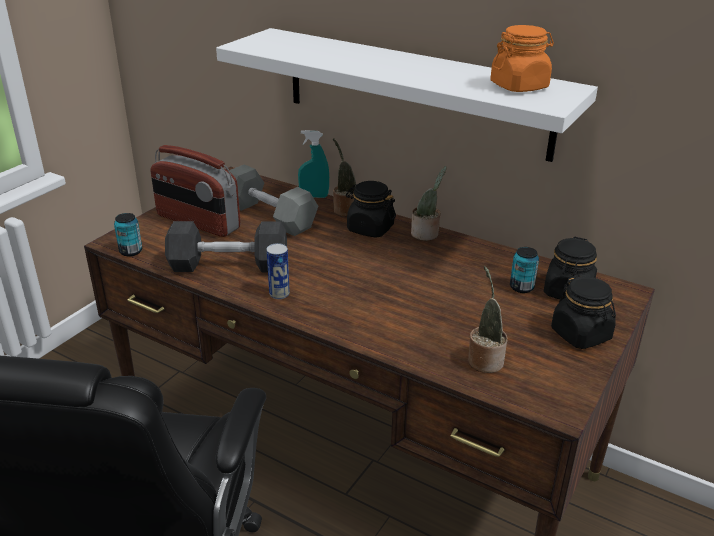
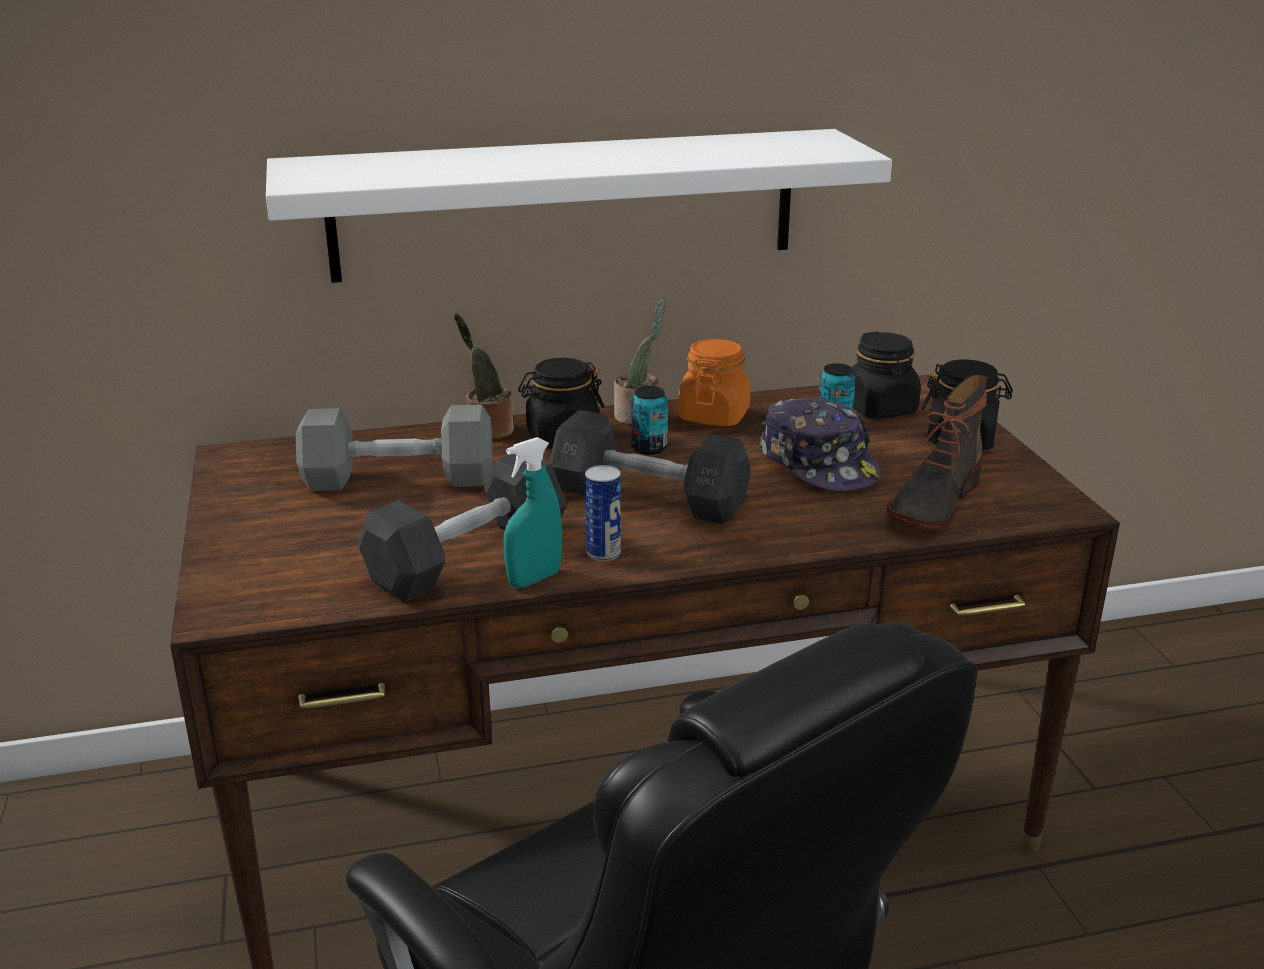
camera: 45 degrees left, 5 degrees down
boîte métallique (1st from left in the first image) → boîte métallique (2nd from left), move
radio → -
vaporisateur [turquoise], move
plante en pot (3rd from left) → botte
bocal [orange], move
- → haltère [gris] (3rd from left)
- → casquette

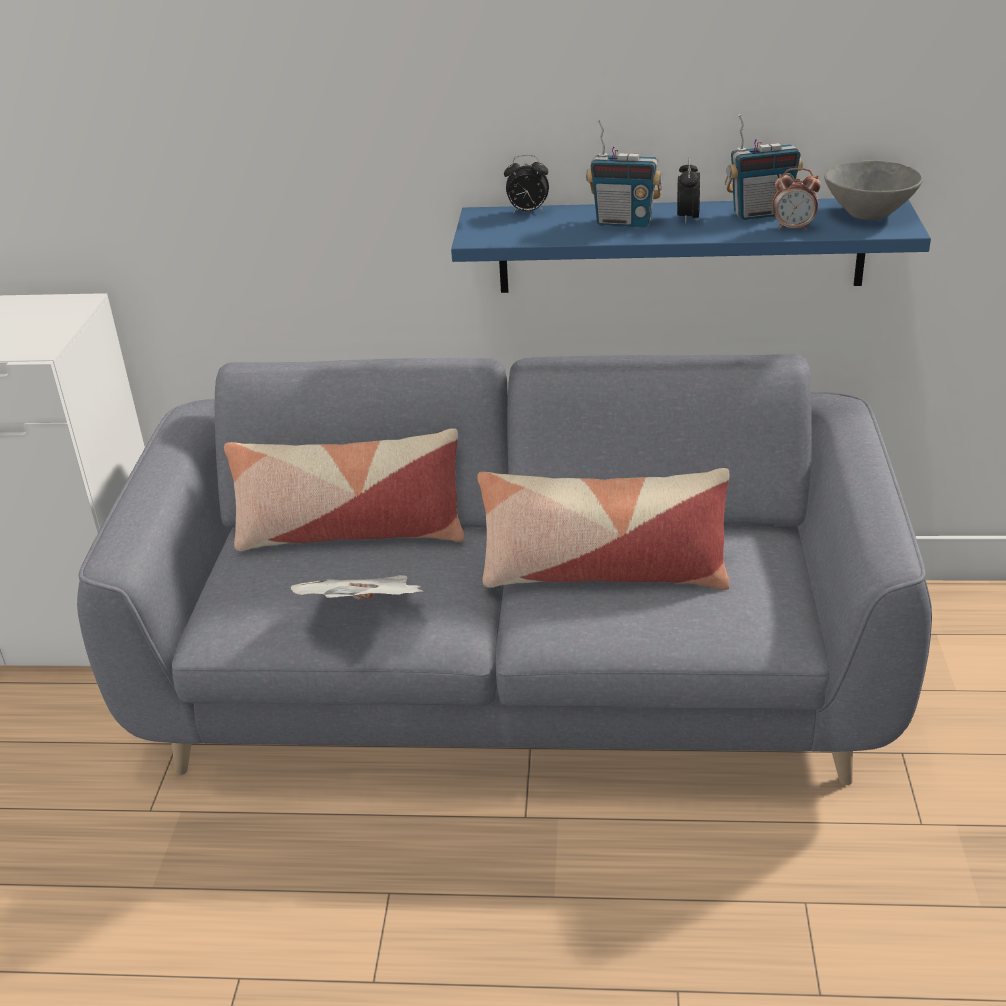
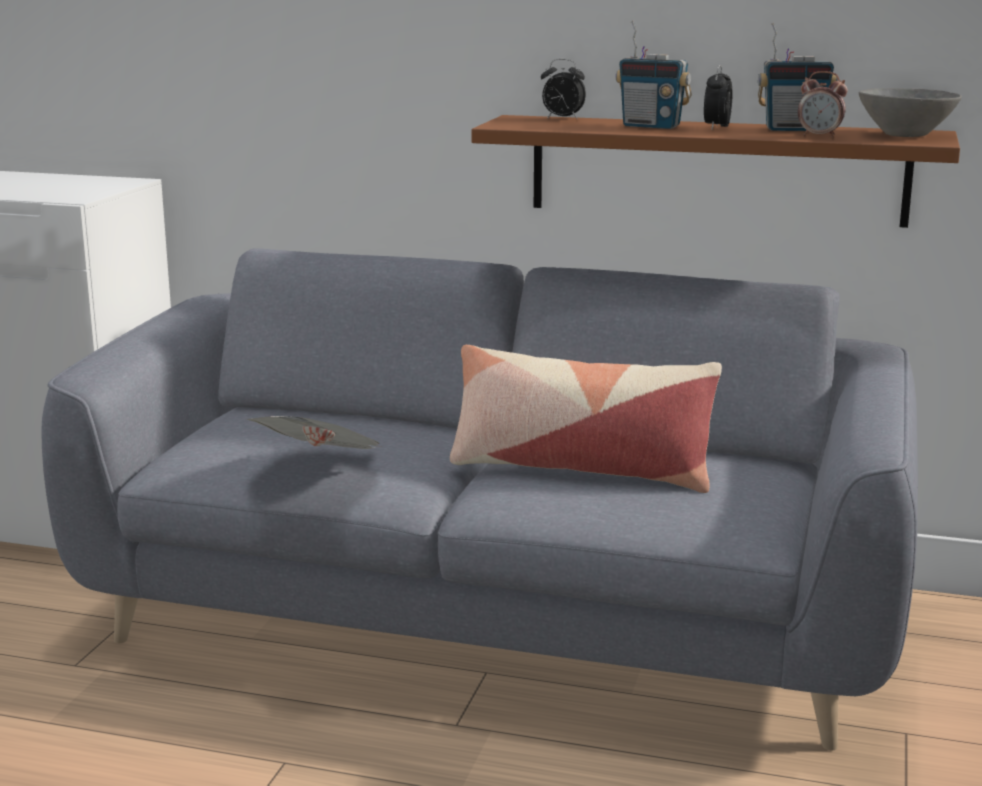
camera: 10 degrees right, 15 degrees down
coussin (1st from left) → -
étagère [bleu] → étagère [marron]

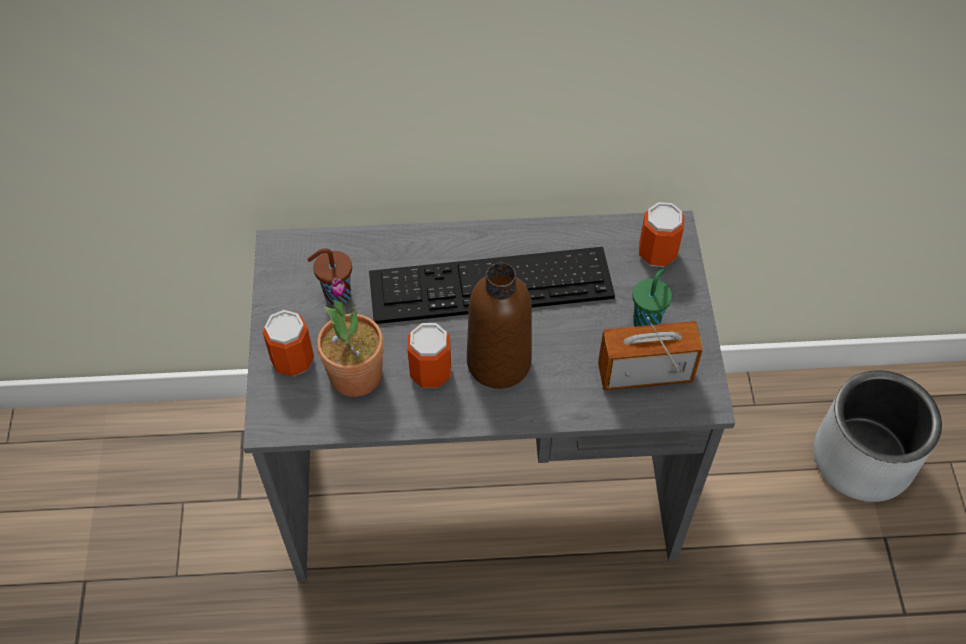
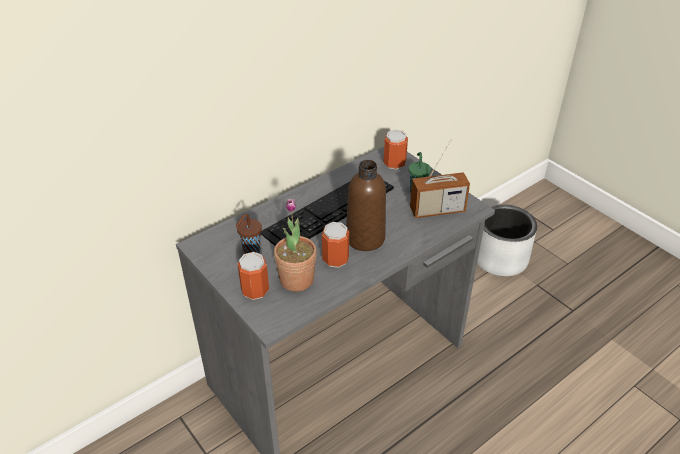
camera: 35 degrees left, 15 degrees down
radio, 150 degrees counterclockwise

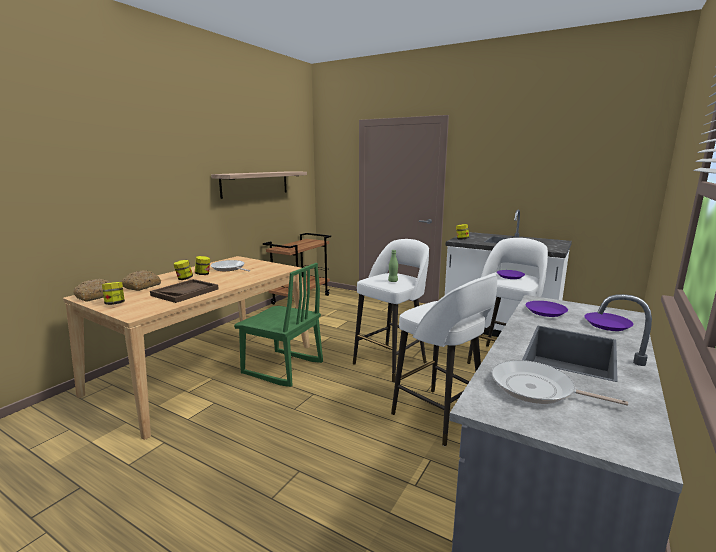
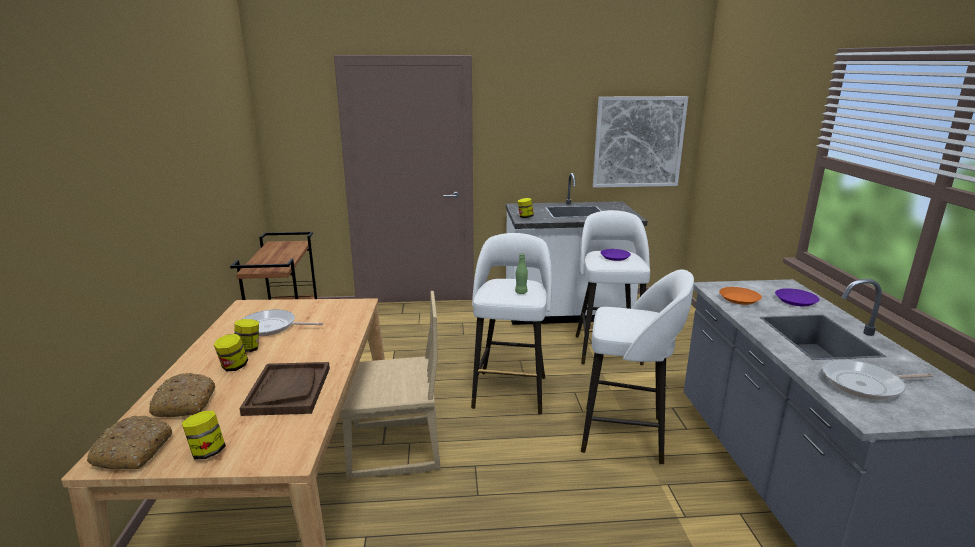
camera: 35 degrees left, 5 degrees up
étagère → -
chaise [vert] → chaise [beige]
assiette [violet] (2nd from left) → assiette [orange]
- → tableau

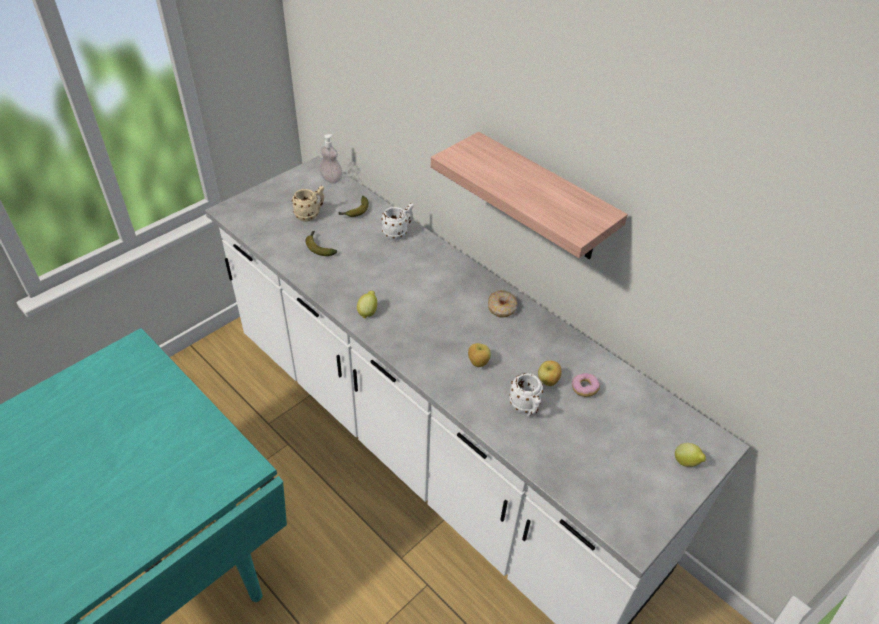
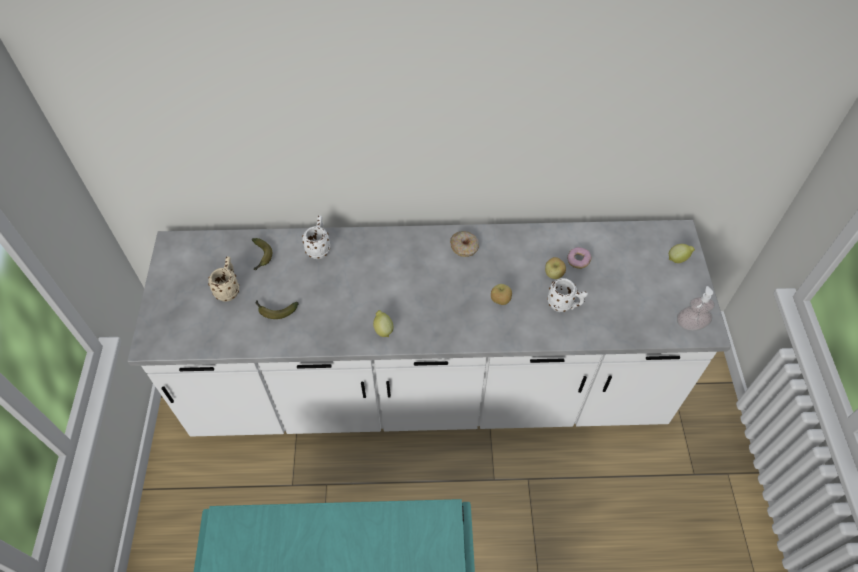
camera: 45 degrees left, 10 degrees up
distributeur de savon, move
étagère → -

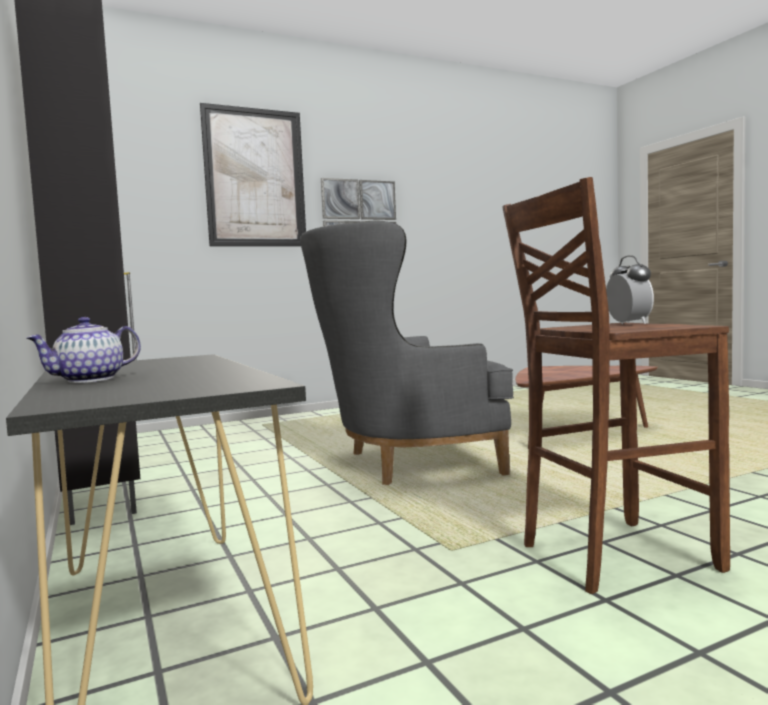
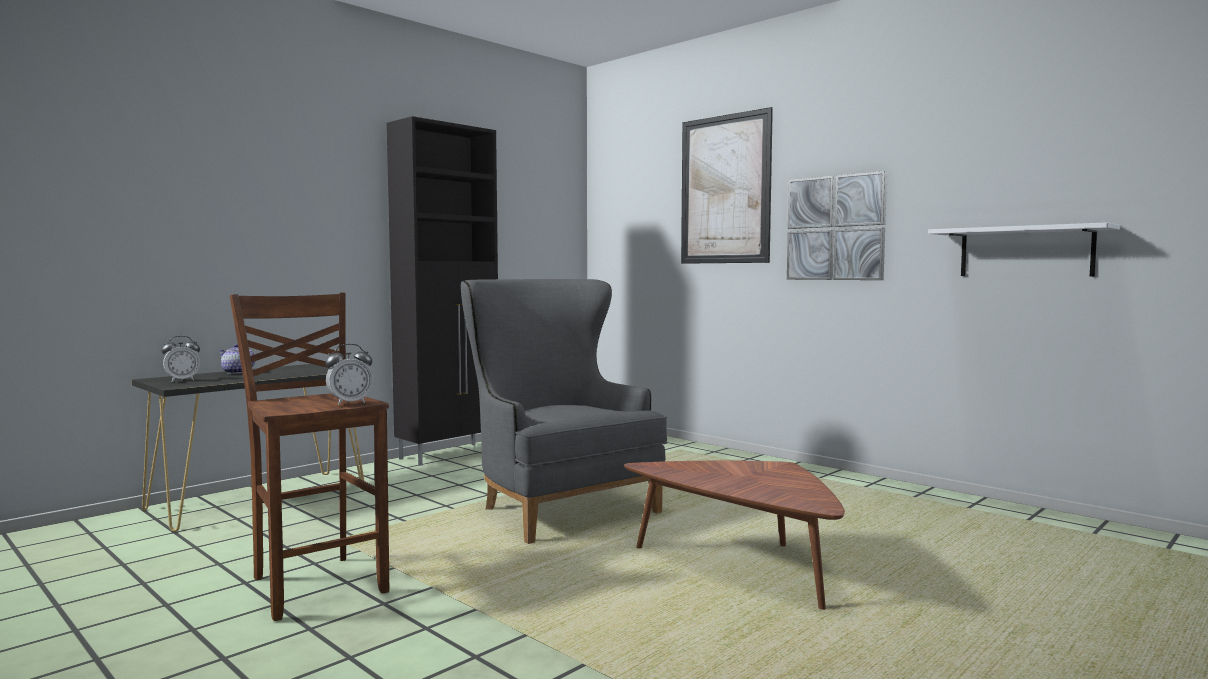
camera: 70 degrees right, 0 degrees up
- → réveil (1st from left)
- → étagère [blanc]

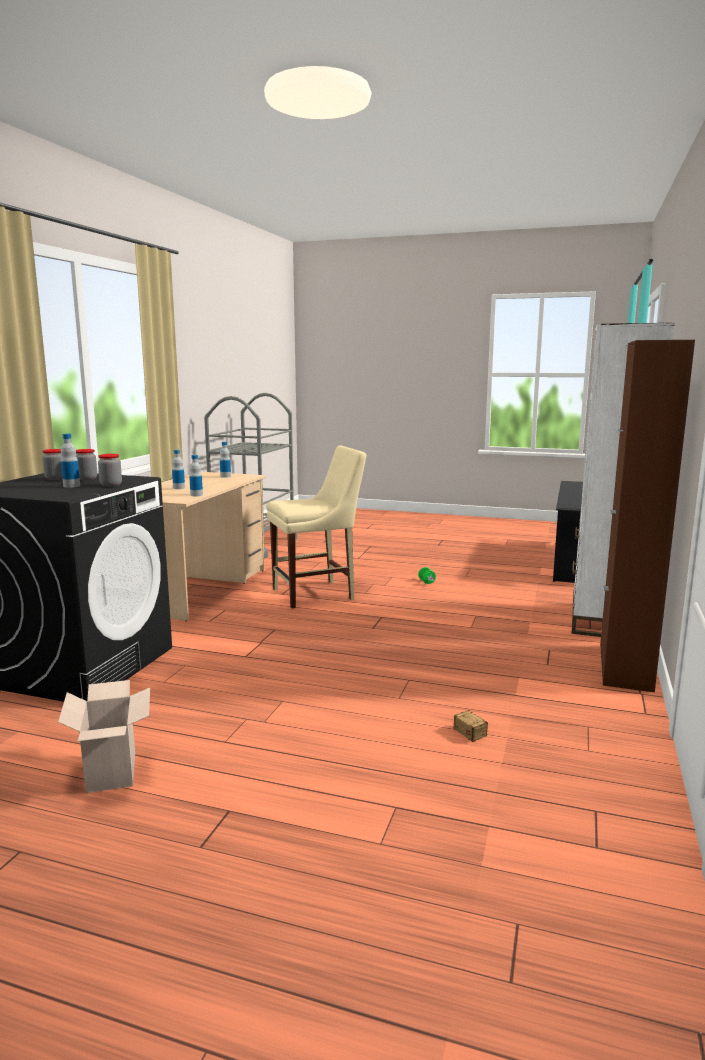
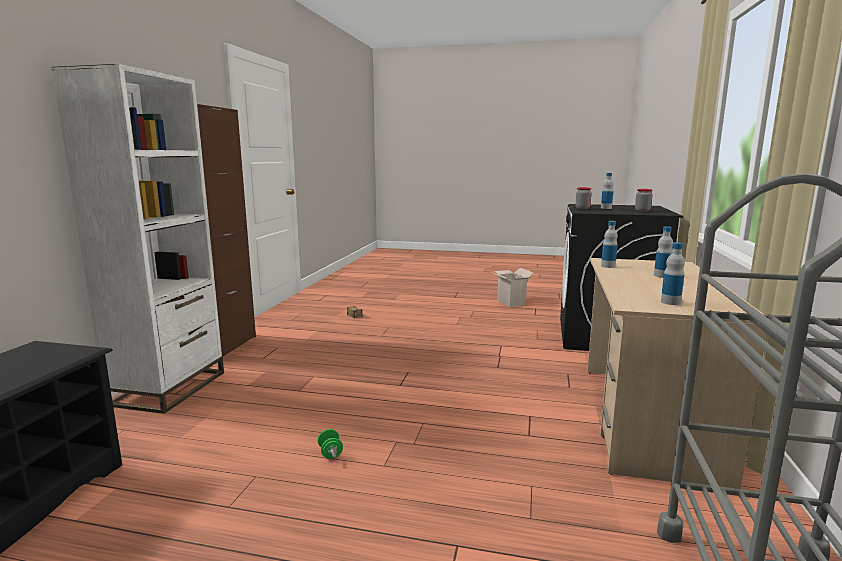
camera: 175 degrees right, 0 degrees up
bocal (2nd from left) → -
chaise [beige] → -

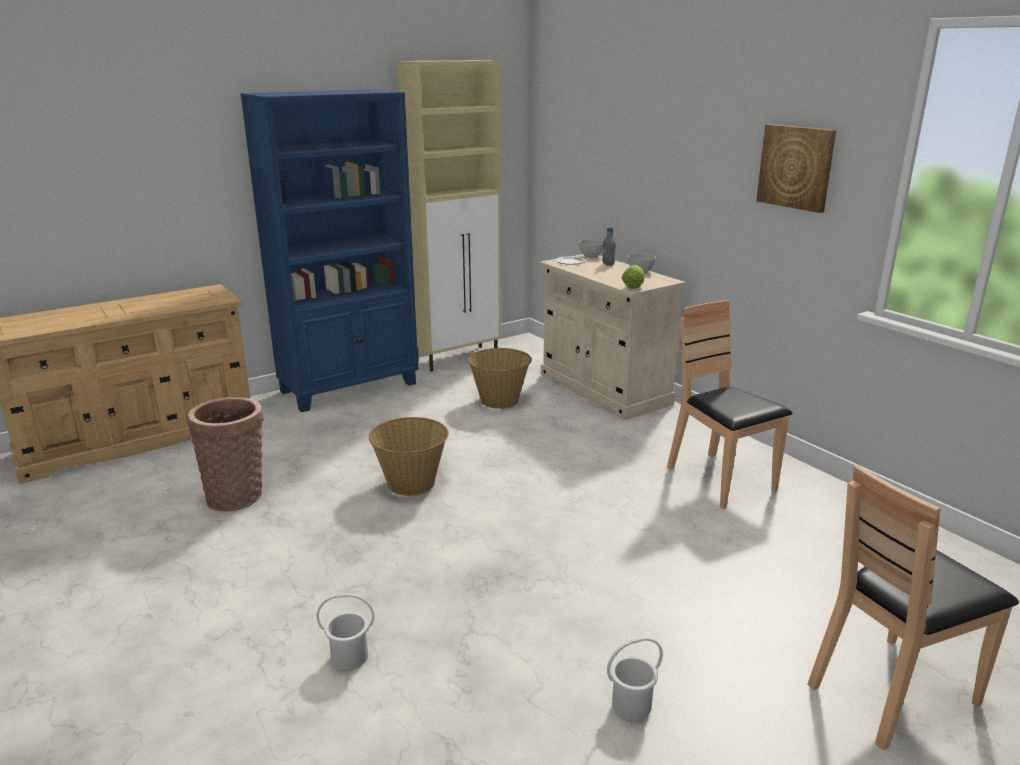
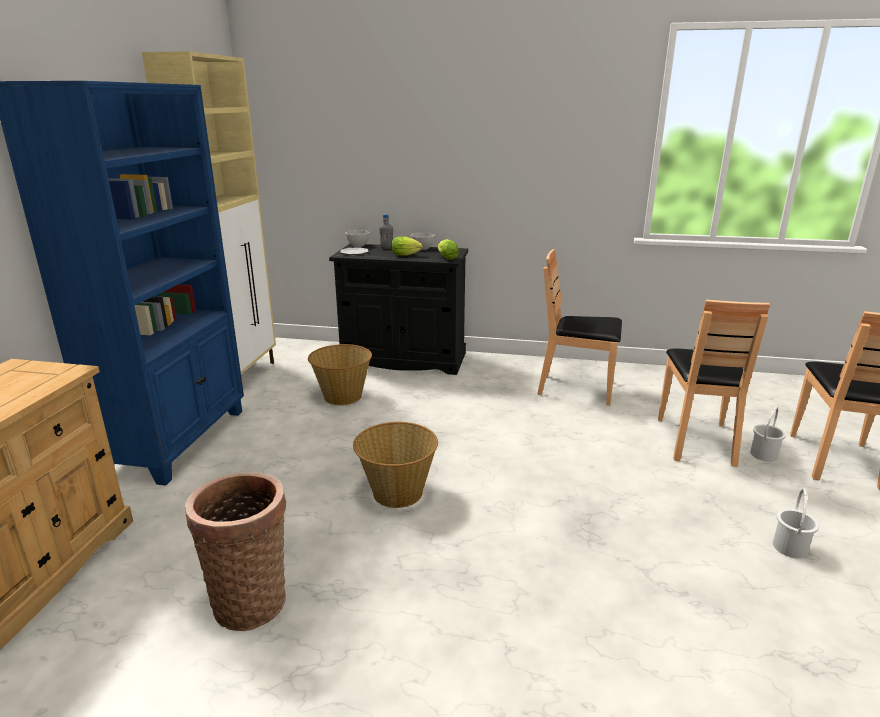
camera: 45 degrees left, 0 degrees up
seau [blanc] (1st from left), move
meuble de rangement [beige] (2nd from left) → meuble de rangement [noir]
tableau → -
- → laitue (1st from left)
- → chaise [marron] (2nd from left)

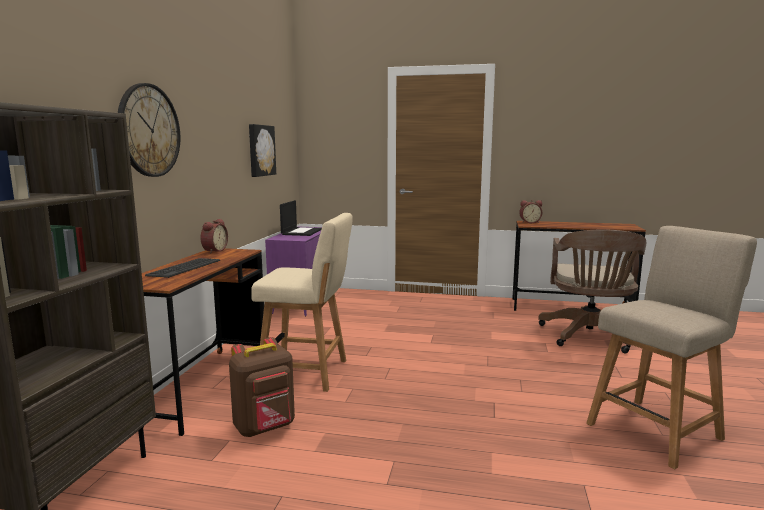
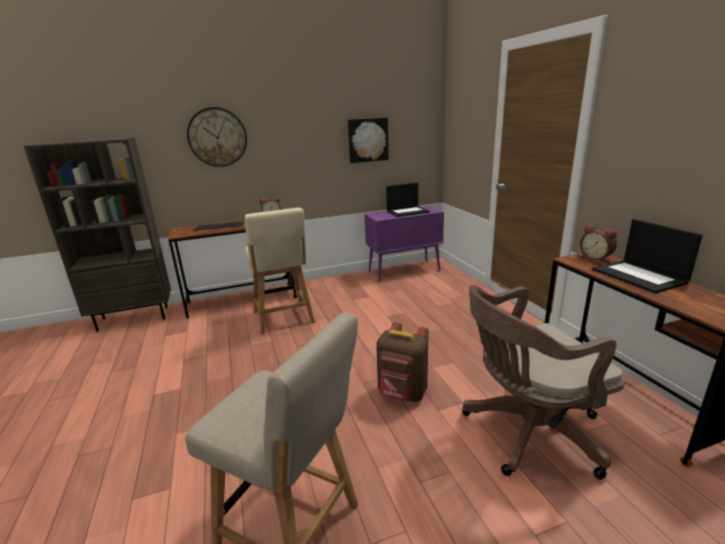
camera: 60 degrees right, 10 degrees up
sac à dos [marron], move
- → ordinateur portable (2nd from left)

